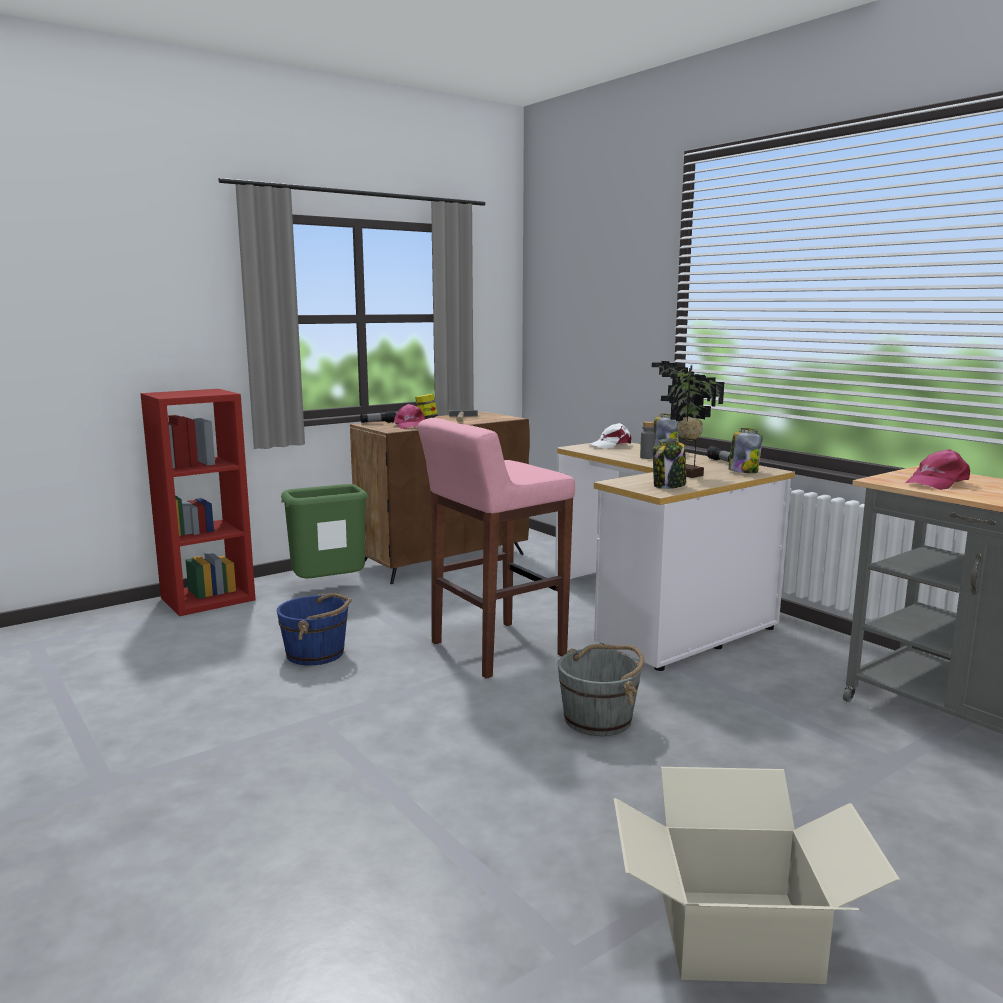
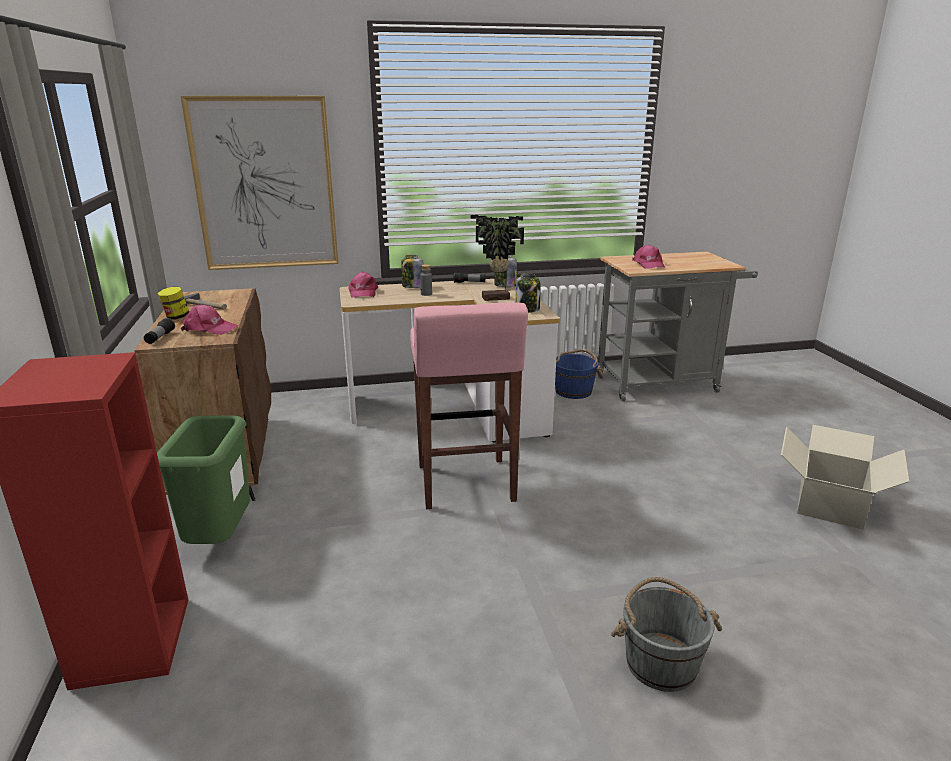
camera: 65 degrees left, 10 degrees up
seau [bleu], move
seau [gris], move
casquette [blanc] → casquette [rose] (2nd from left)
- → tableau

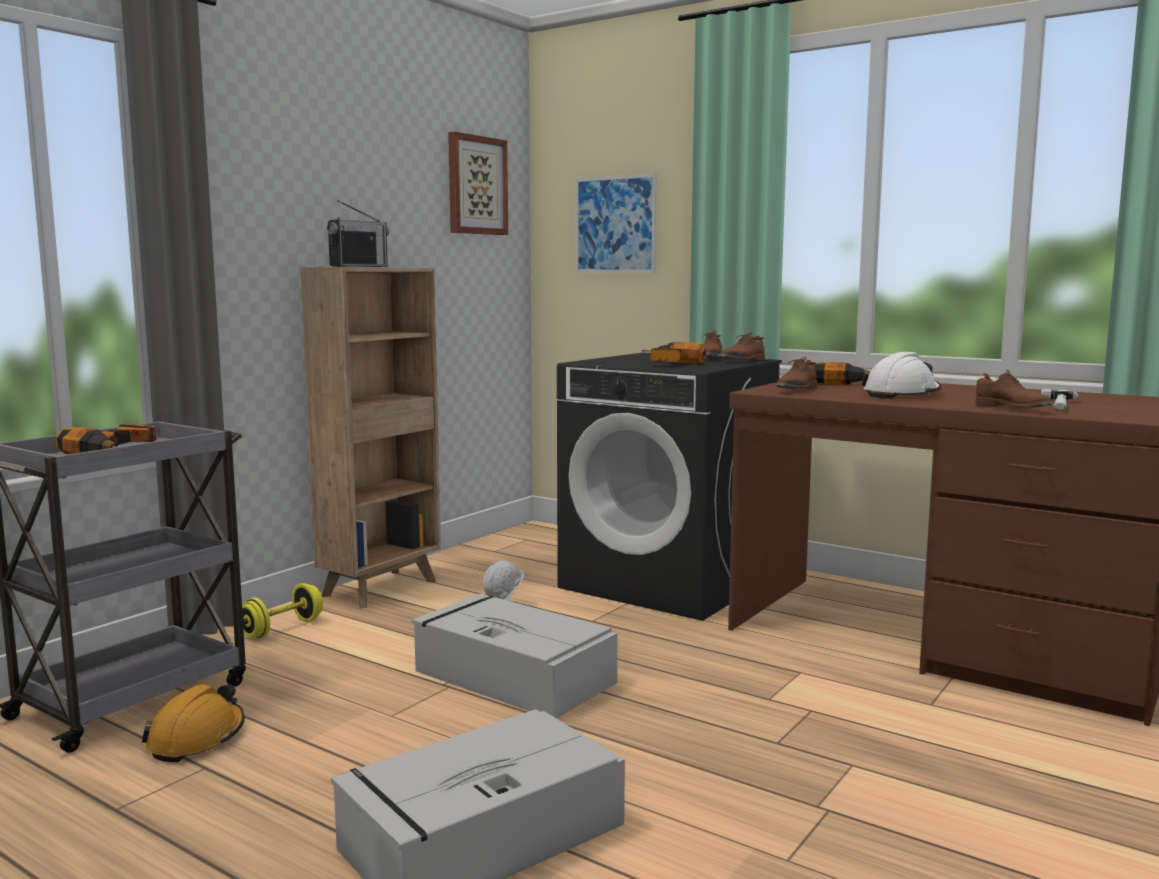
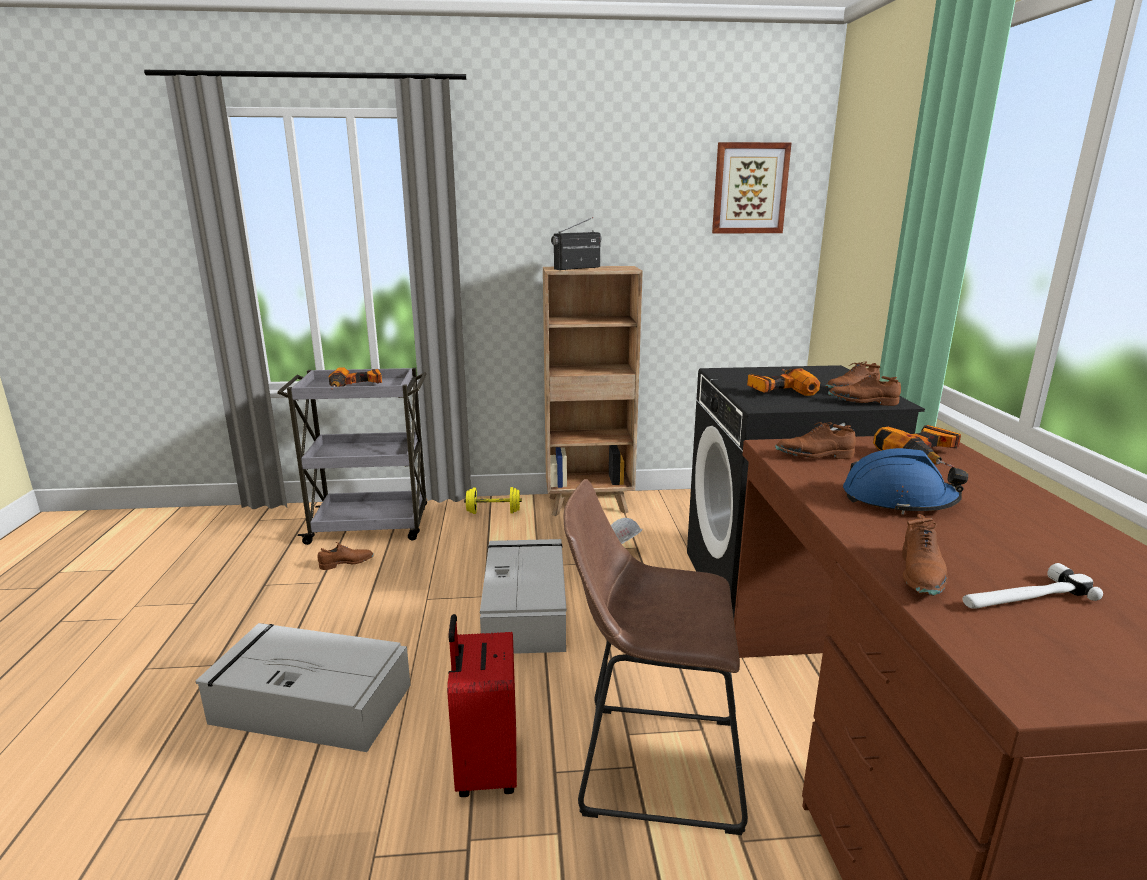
camera: 50 degrees right, 10 degrees up
casque de chantier [orange] → chaussure [marron] (1st from left)
radio, 150 degrees clockwise
tableau (2nd from left) → -
casque de chantier [blanc] (2nd from left) → casque de chantier [bleu]
- → valise [rouge]
- → tabouret [marron]

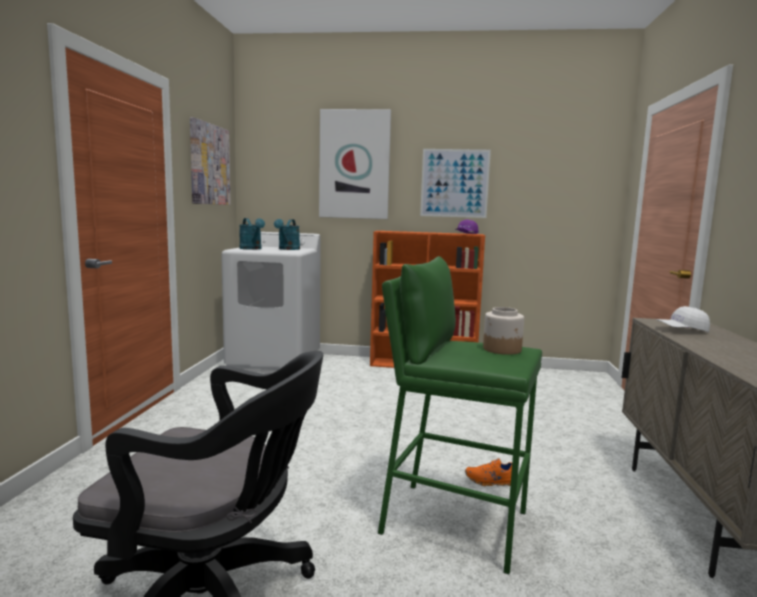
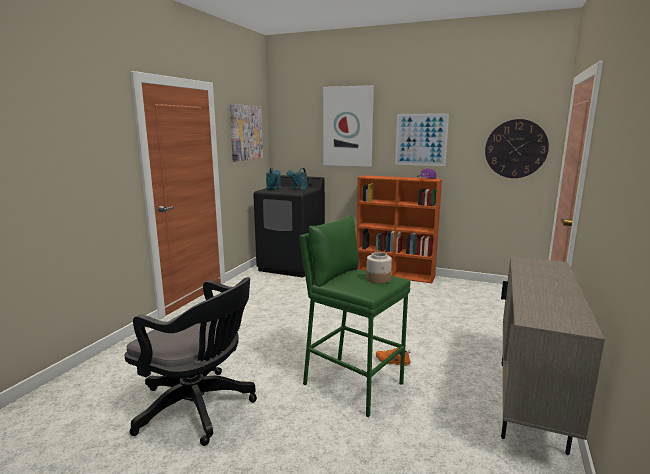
camera: 15 degrees right, 5 degrees up
lave-linge [blanc] → lave-linge [noir]
casquette [blanc] → -
- → horloge murale

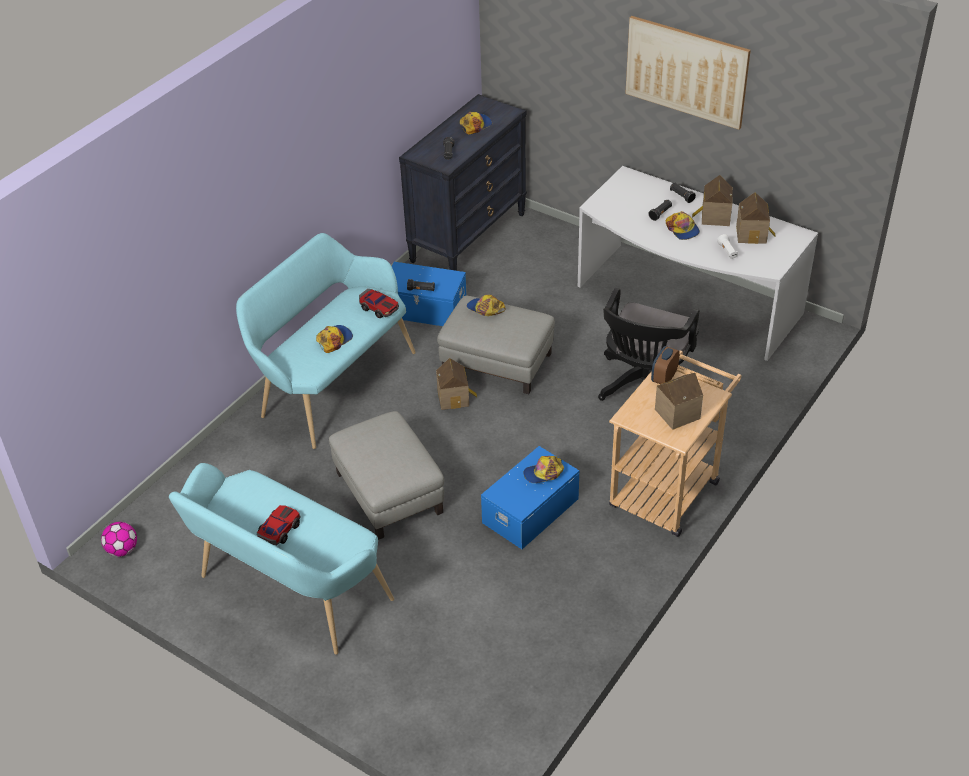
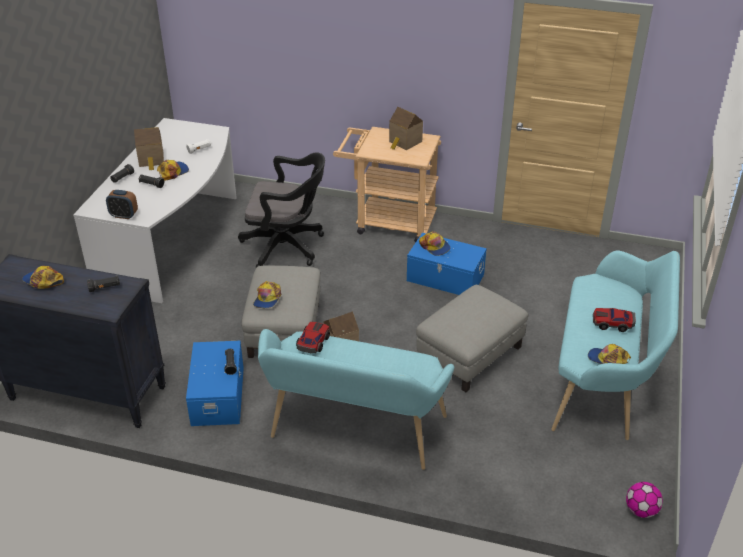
camera: 110 degrees left, 5 degrees down
casquette (1st from left in the first image) → casquette (5th from left), move
tableau → -
réveil, move
maison miniature (4th from left) → -

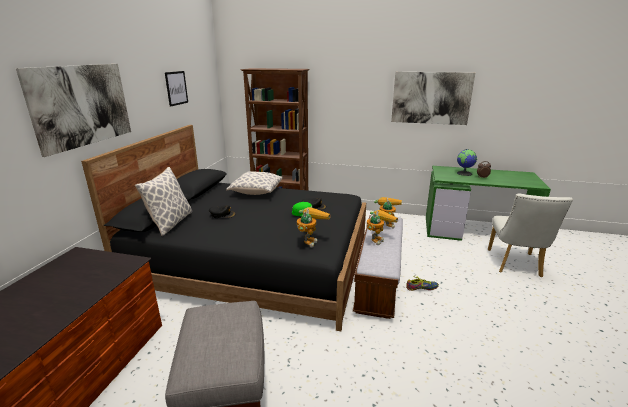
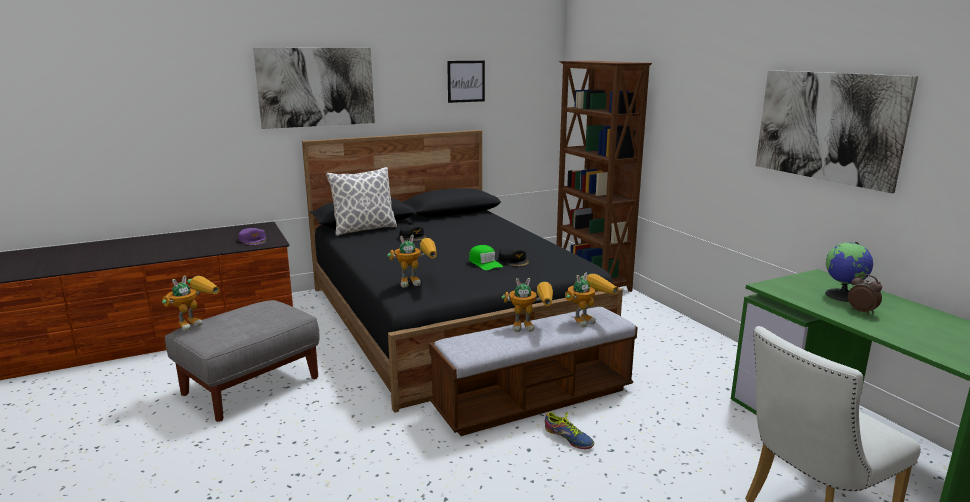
camera: 50 degrees right, 5 degrees down
coussin (2nd from left) → -
- → robot jouet (1st from left)
- → casquette [violet]

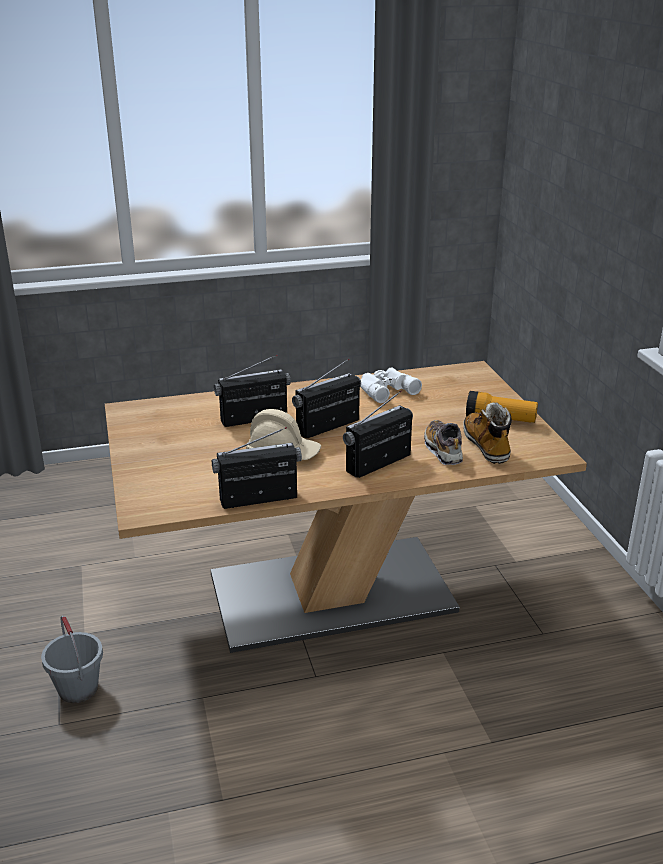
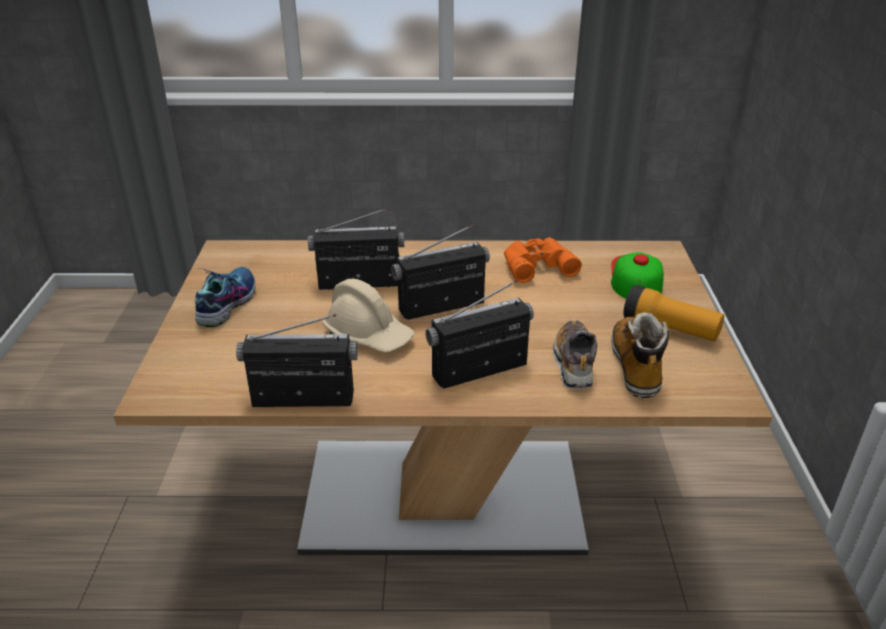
camera: 15 degrees right, 5 degrees up
seau [gris] → -
jumelles [blanc] → jumelles [orange]
- → chaussure (1st from left)
- → casquette

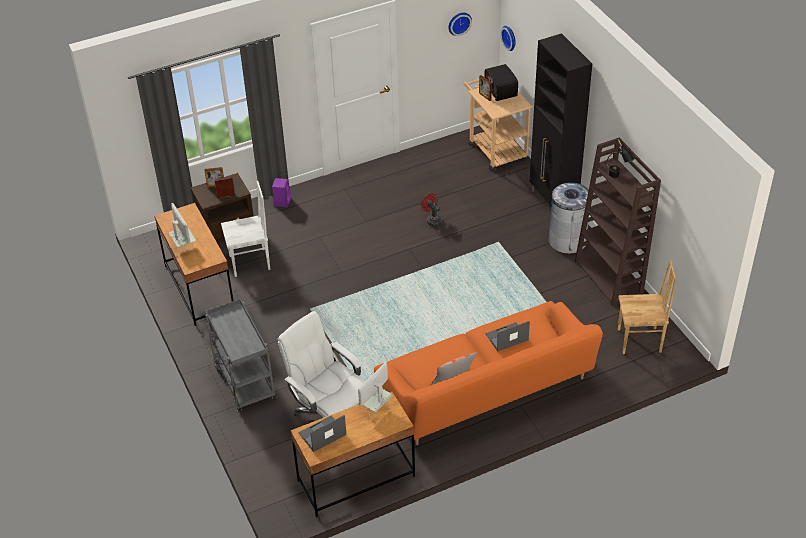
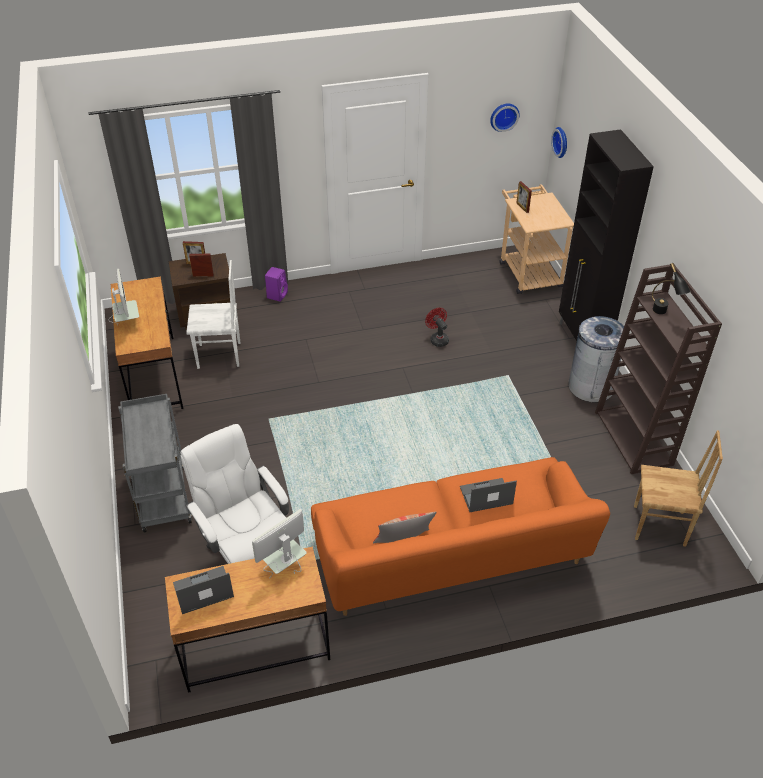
camera: 10 degrees right, 0 degrees up
radio → -

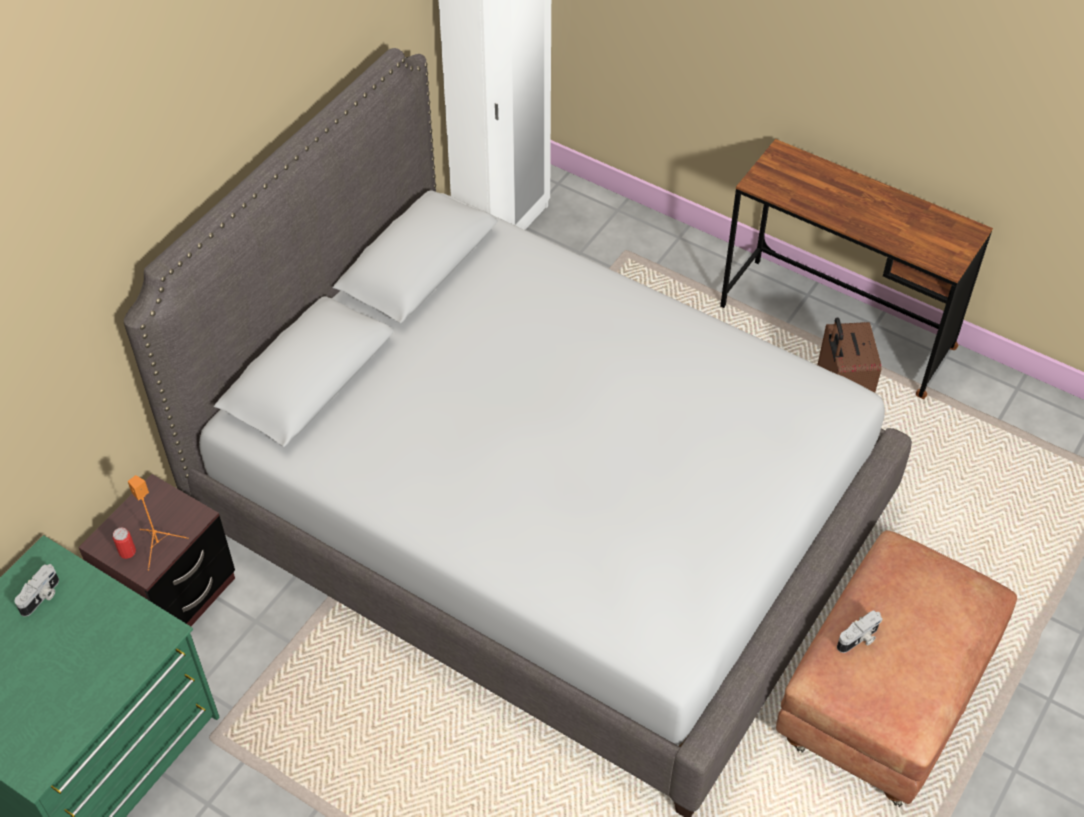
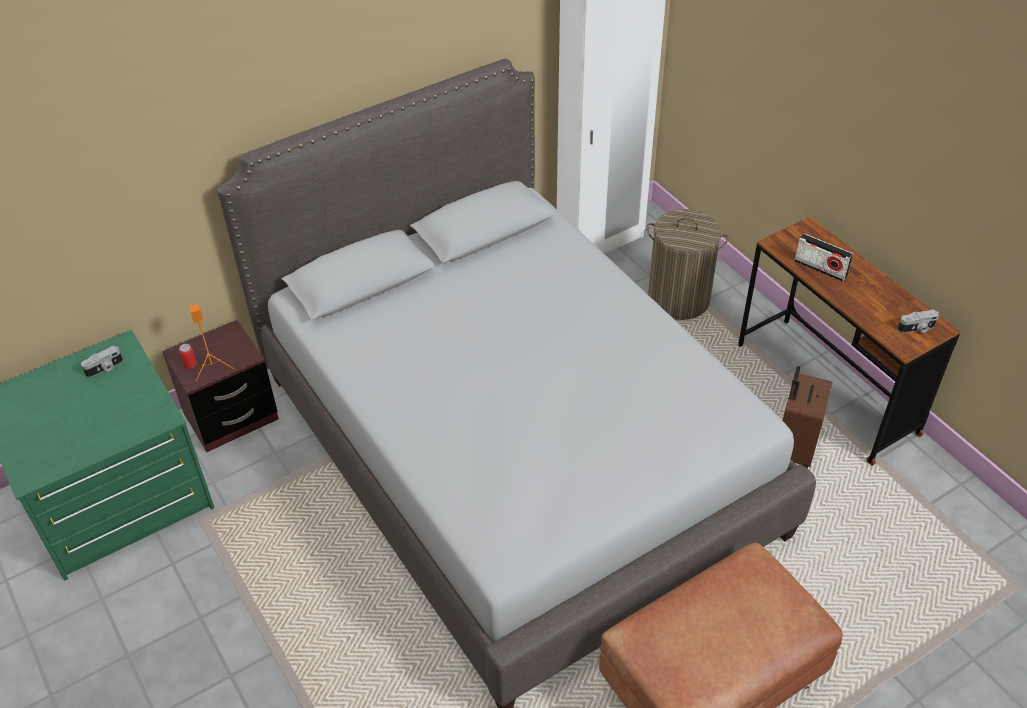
camera: 25 degrees right, 5 degrees down
appareil photo (2nd from left), move
- → panier à linge
- → radio

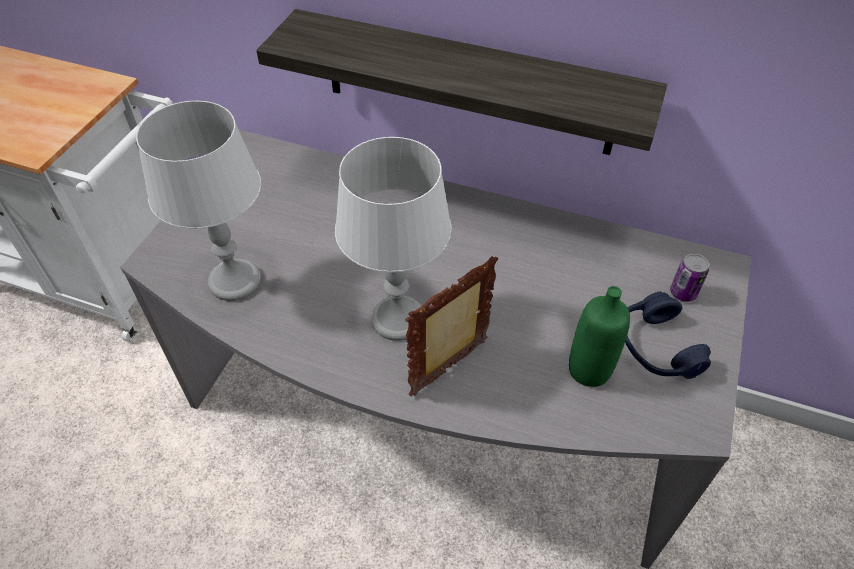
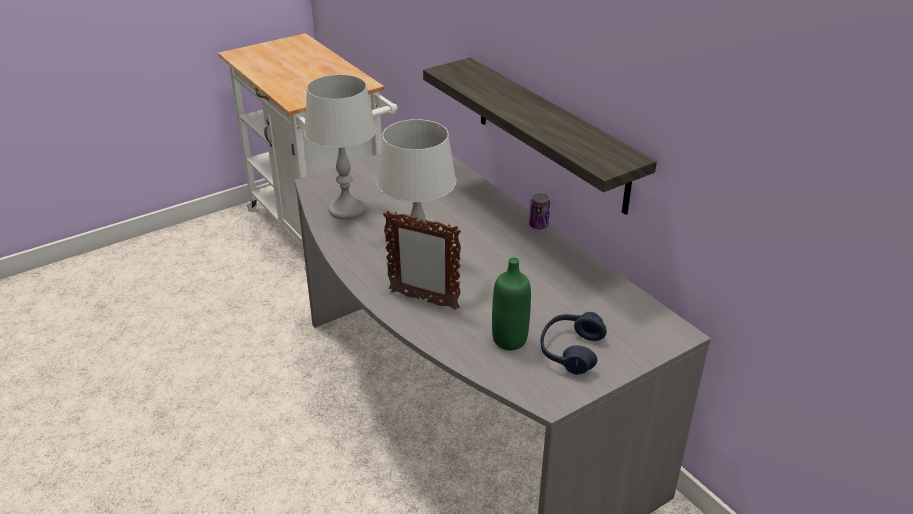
camera: 35 degrees right, 15 degrees down
cadre photo, 150 degrees counterclockwise
boîte métallique, move

